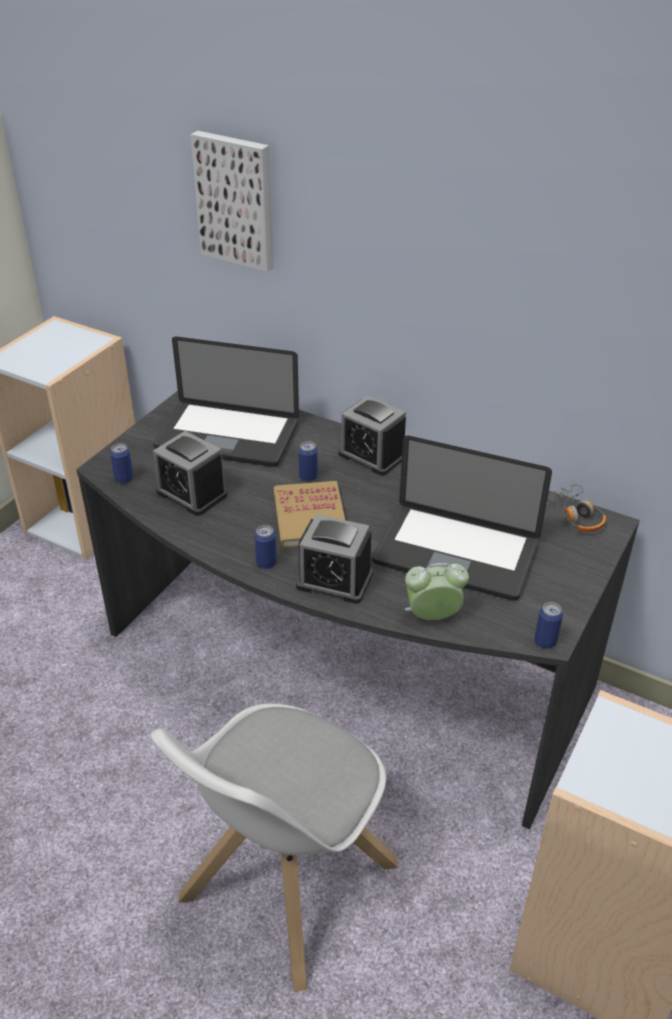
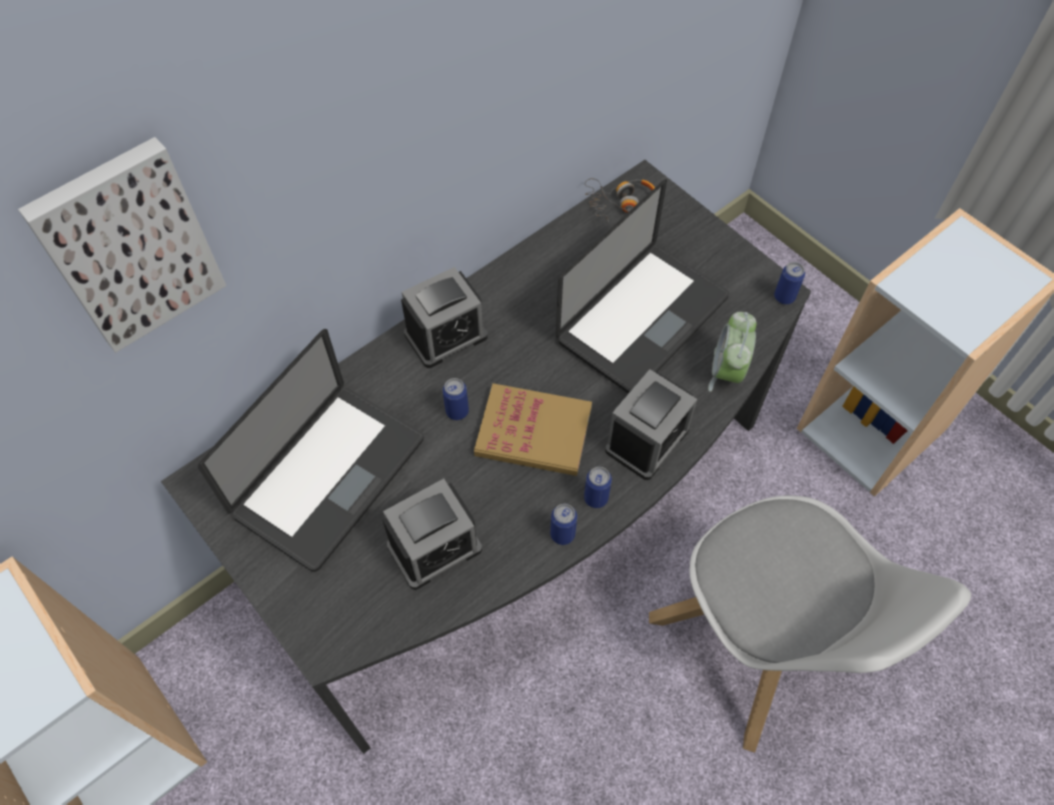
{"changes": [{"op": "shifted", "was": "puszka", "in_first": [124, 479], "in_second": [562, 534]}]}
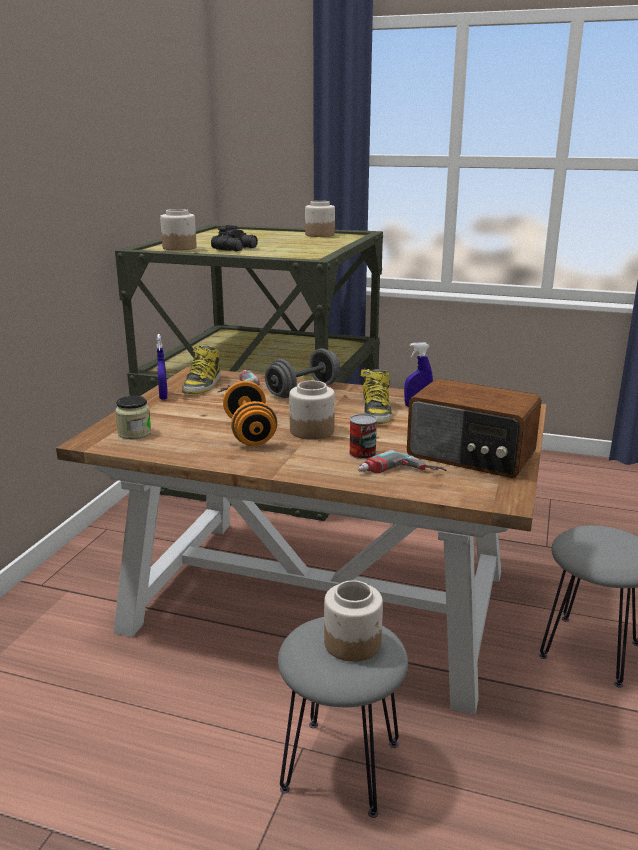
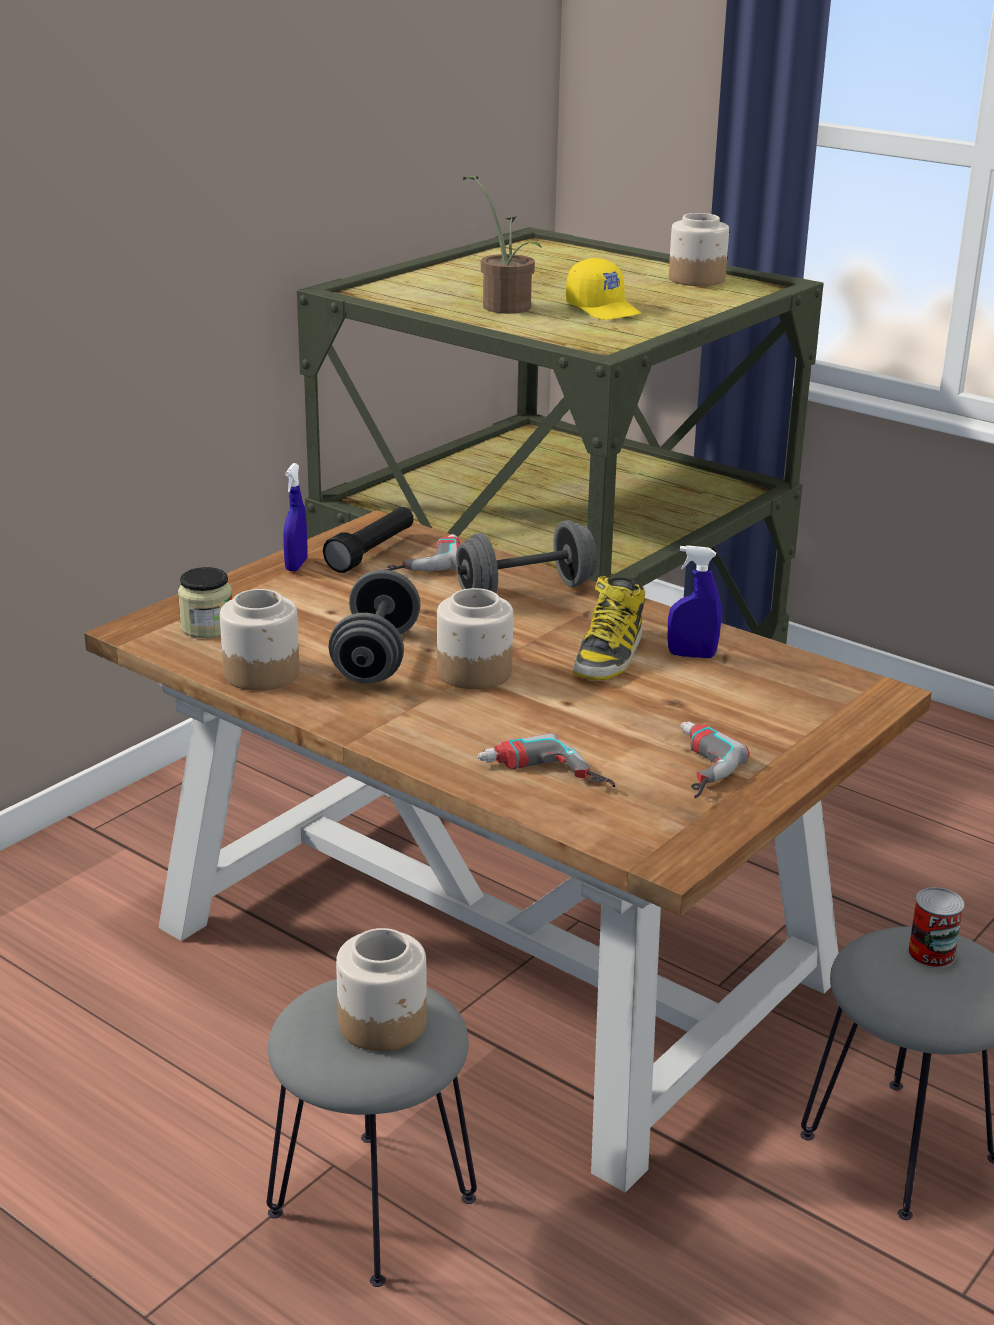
{"changes": [{"op": "shifted", "was": "słoik", "in_first": [179, 248], "in_second": [262, 673]}, {"op": "swapped", "was": "lornetka (czarny)", "now": "roślina doniczkowa", "in_first": [236, 248], "in_second": [503, 305]}, {"op": "swapped", "was": "but z cholewką", "now": "latarka (czarny)", "in_first": [202, 385], "in_second": [372, 552]}, {"op": "swapped", "was": "radio", "now": "wiertarka", "in_first": [471, 455], "in_second": [690, 767]}, {"op": "repainted", "was": "hantel (pomarańczowy)", "now": "hantel (szary)", "in_first": [249, 432], "in_second": [376, 657]}, {"op": "shifted", "was": "puszka", "in_first": [362, 453], "in_second": [931, 954]}, {"op": "new", "now": "czapka z daszkiem (żółty)", "in_second": [603, 309]}]}
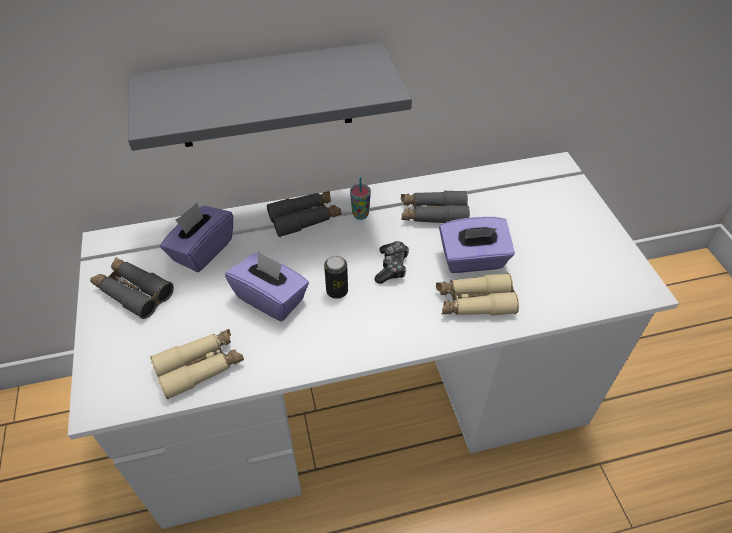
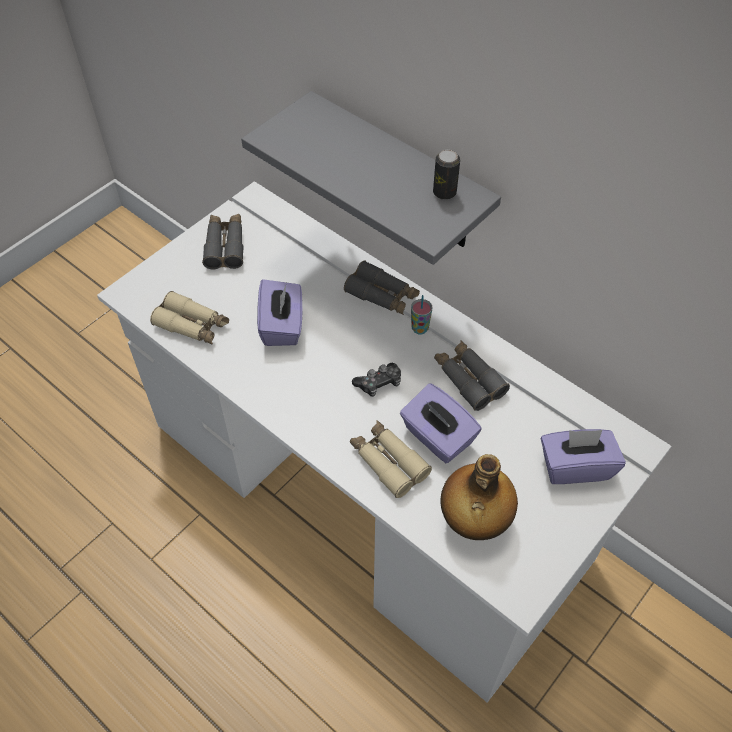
{"changes": [{"op": "shifted", "was": "pudełko chusteczek (fioletowy)", "in_first": [202, 250], "in_second": [575, 466]}, {"op": "shifted", "was": "puszka", "in_first": [337, 291], "in_second": [444, 192]}, {"op": "new", "now": "butelka", "in_second": [473, 521]}]}
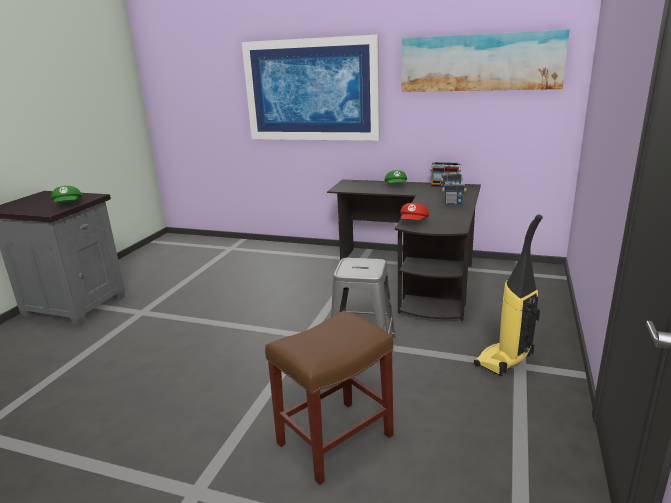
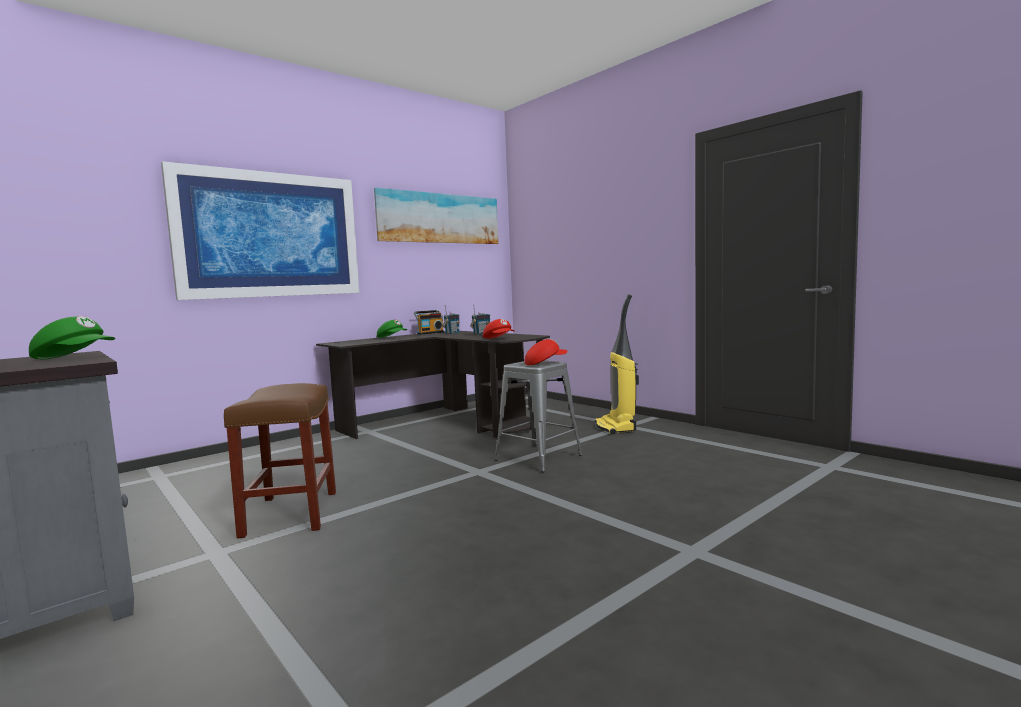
{"changes": [{"op": "shifted", "was": "stołek (brązowy)", "in_first": [334, 440], "in_second": [291, 514]}, {"op": "new", "now": "czapka z daszkiem (czerwony)", "in_second": [545, 363]}]}
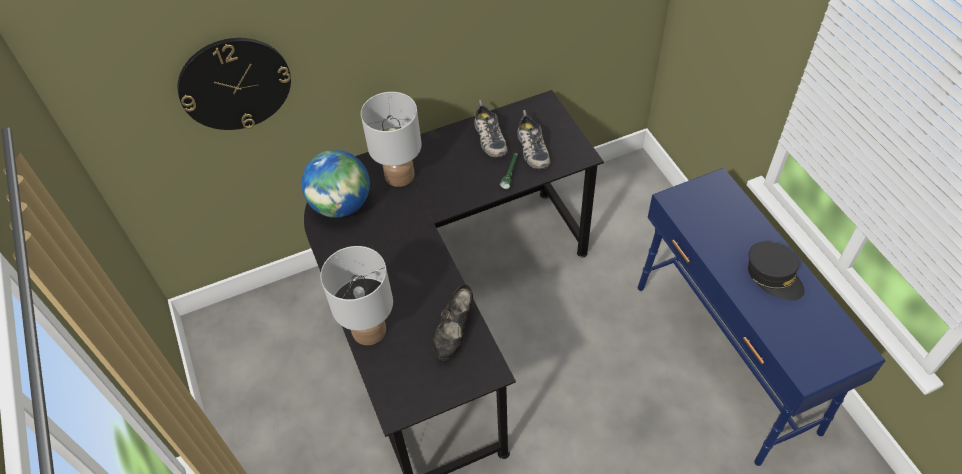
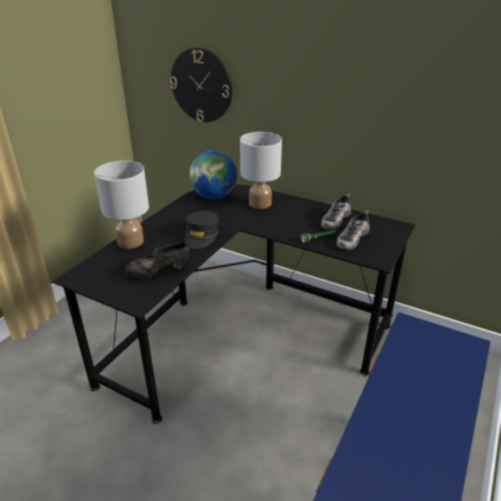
{"changes": [{"op": "shifted", "was": "czapka z daszkiem (czarny)", "in_first": [773, 276], "in_second": [201, 236]}]}
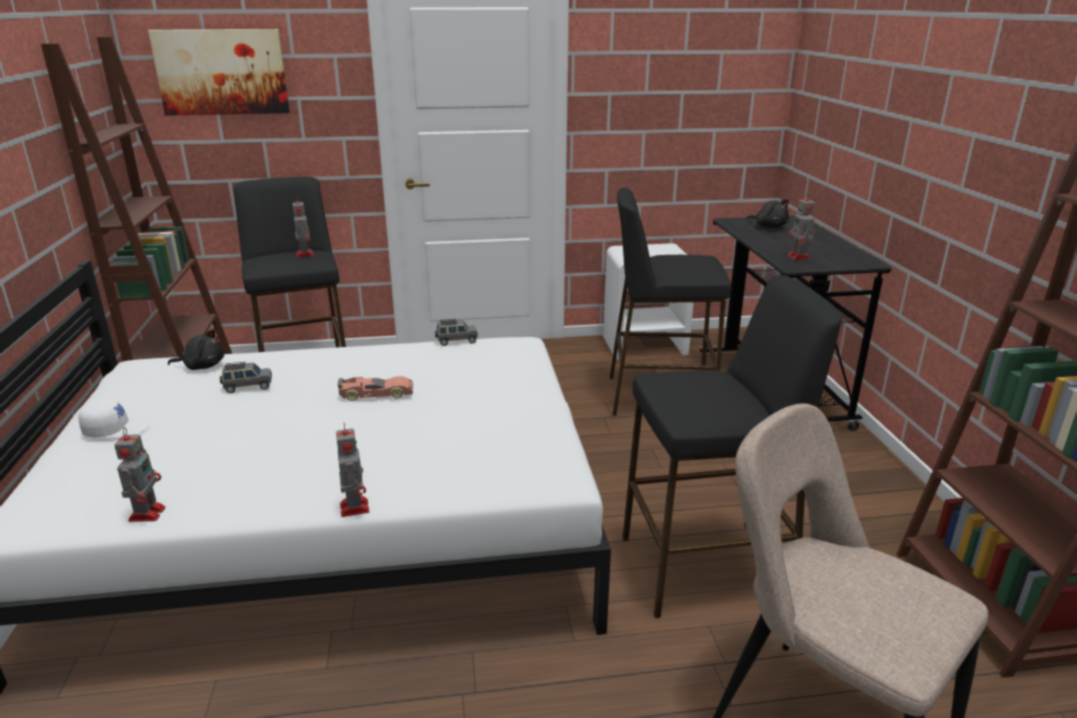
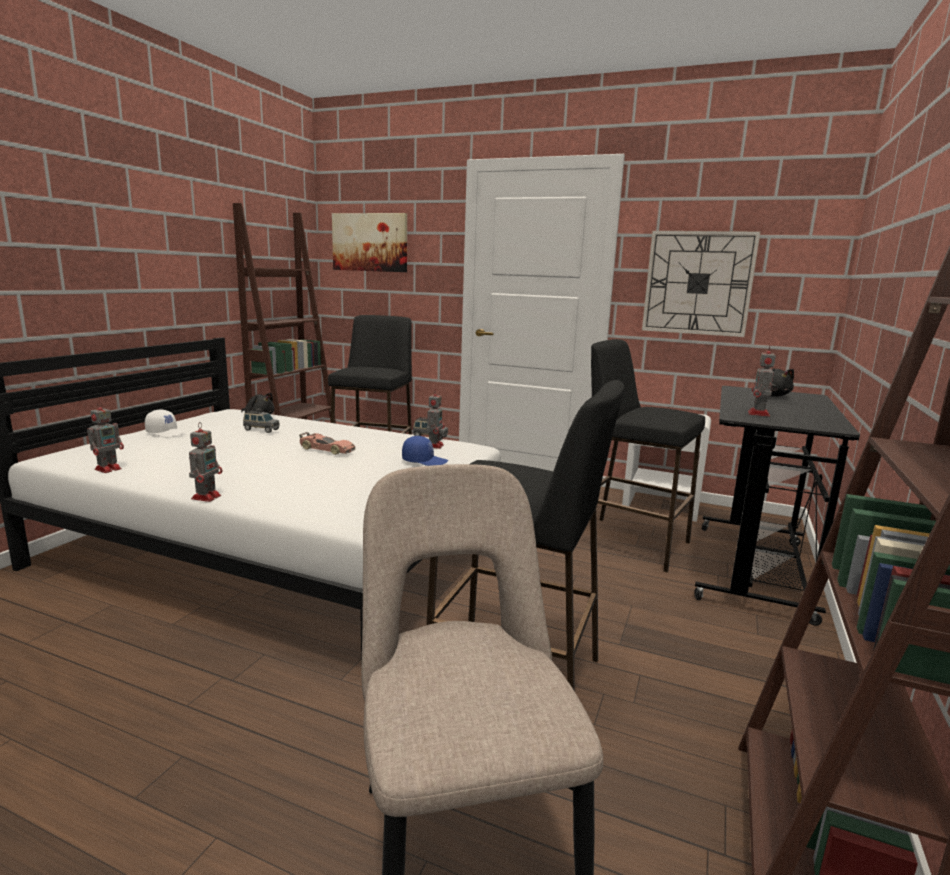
{"changes": [{"op": "shifted", "was": "robot zabawkowy", "in_first": [304, 254], "in_second": [434, 445]}, {"op": "new", "now": "zegar ścienny", "in_second": [698, 283]}, {"op": "new", "now": "czapka z daszkiem (niebieski)", "in_second": [424, 461]}]}
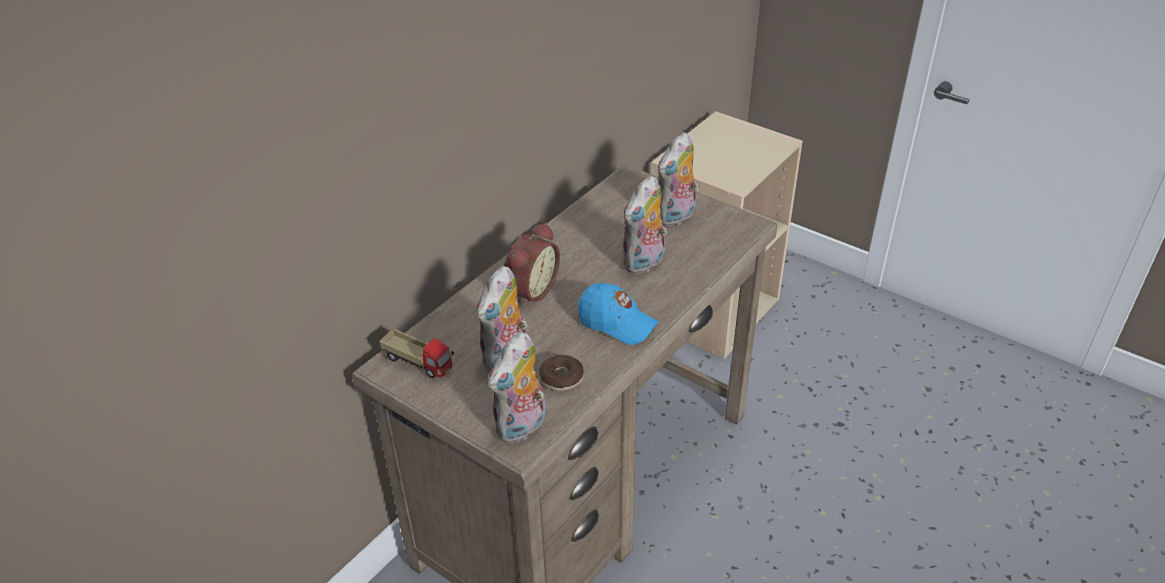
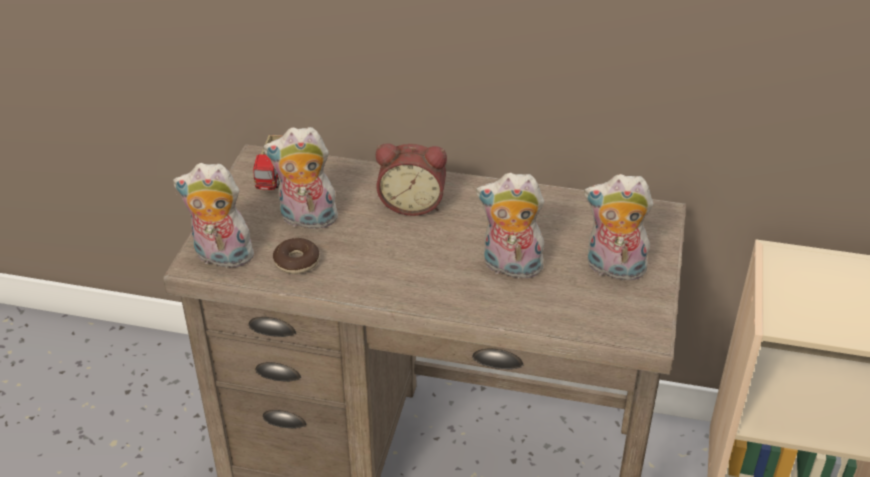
{"changes": [{"op": "gone", "was": "czapka z daszkiem (niebieski)", "in_first": [617, 323]}]}
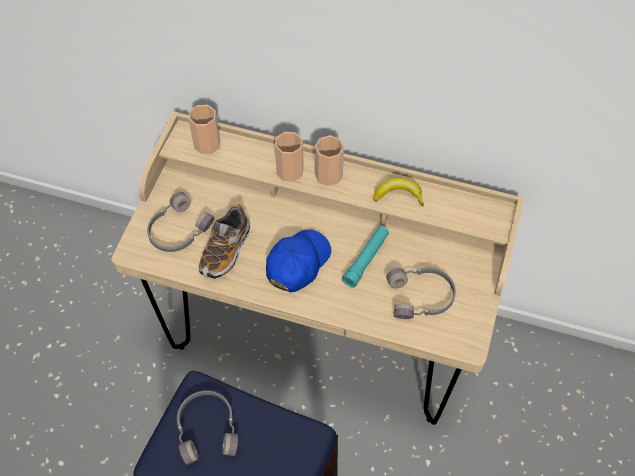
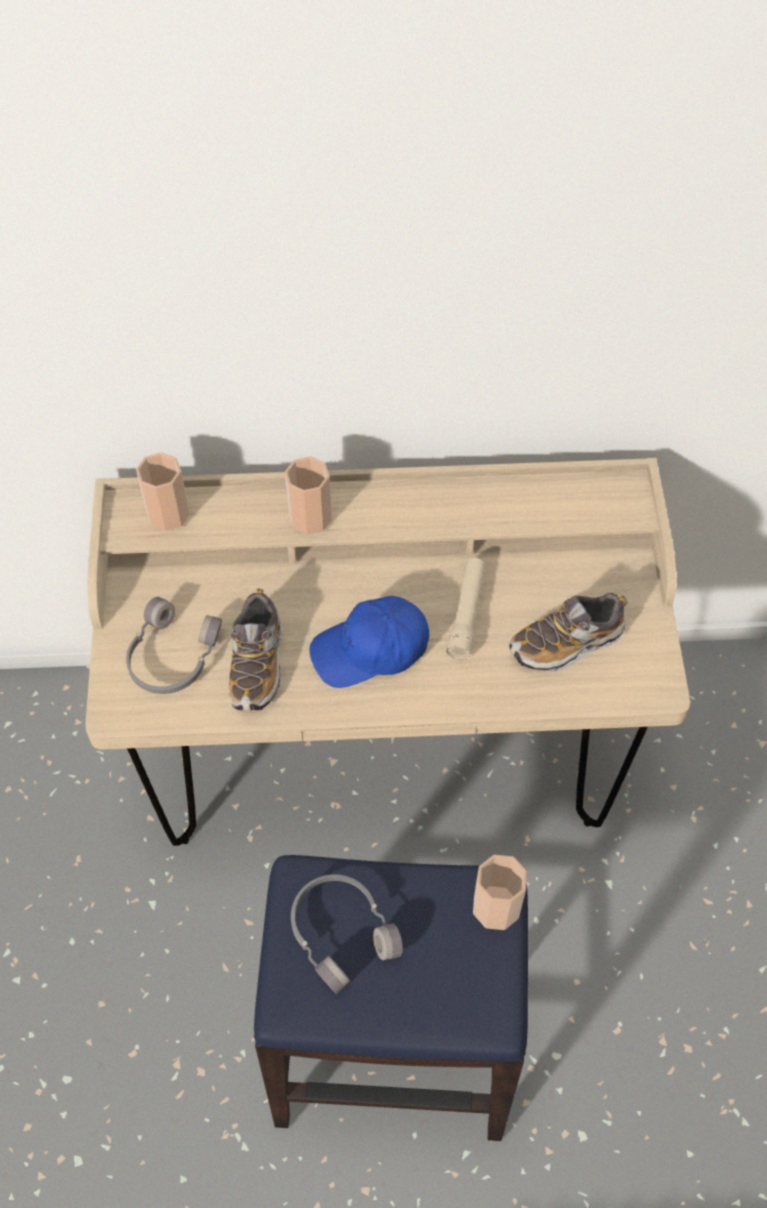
{"changes": [{"op": "shifted", "was": "filiżanka", "in_first": [328, 175], "in_second": [496, 907]}, {"op": "gone", "was": "banan", "in_first": [398, 195]}, {"op": "repainted", "was": "latarka (turkusowy)", "now": "latarka (beżowy)", "in_first": [366, 259], "in_second": [466, 613]}, {"op": "rotated", "was": "czapka z daszkiem (niebieski)", "in_first": [297, 263], "in_second": [371, 650], "clockwise": -120}, {"op": "swapped", "was": "słuchawki (szary)", "now": "but", "in_first": [421, 297], "in_second": [566, 643]}]}
